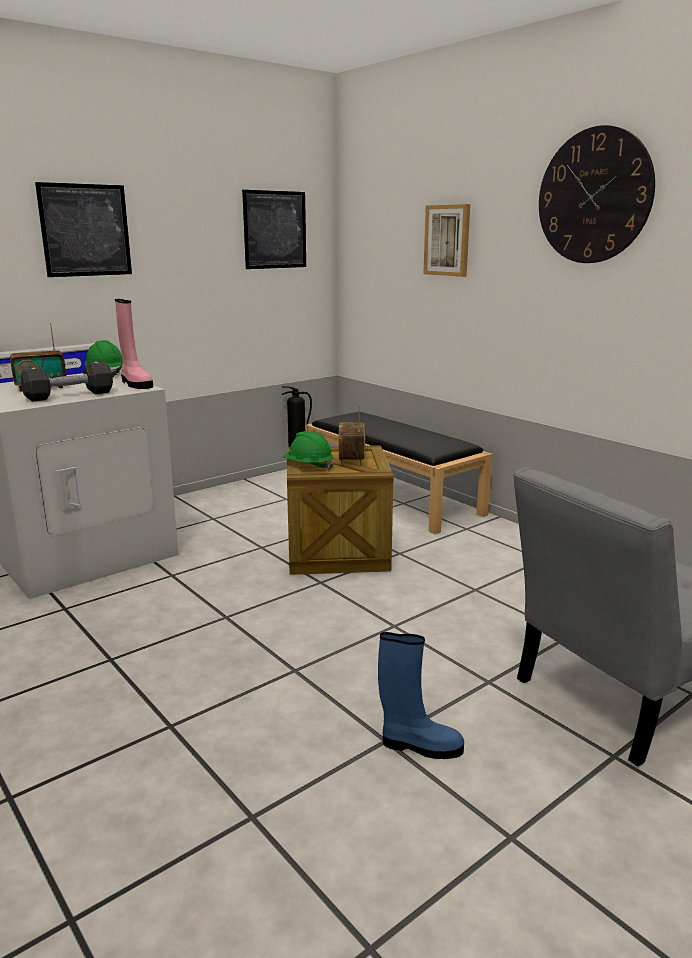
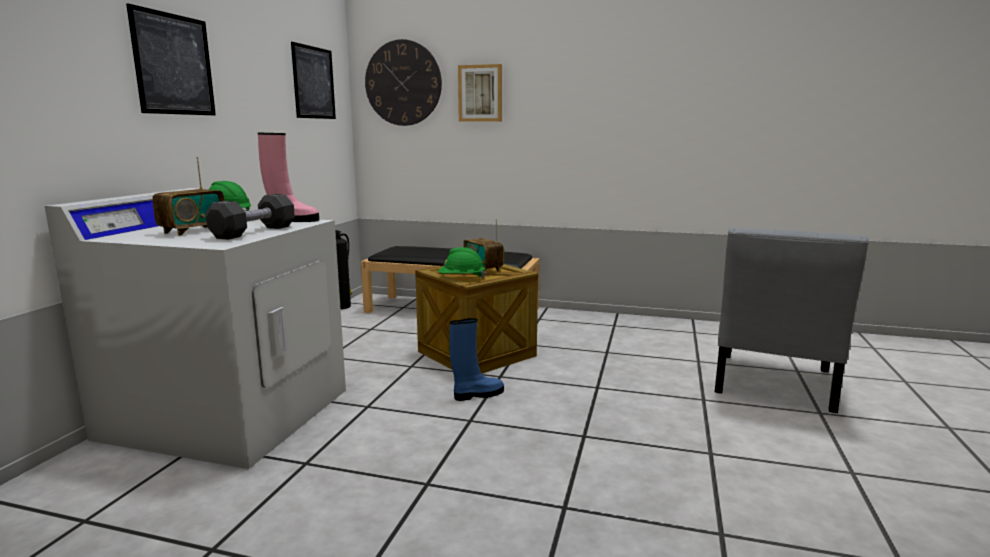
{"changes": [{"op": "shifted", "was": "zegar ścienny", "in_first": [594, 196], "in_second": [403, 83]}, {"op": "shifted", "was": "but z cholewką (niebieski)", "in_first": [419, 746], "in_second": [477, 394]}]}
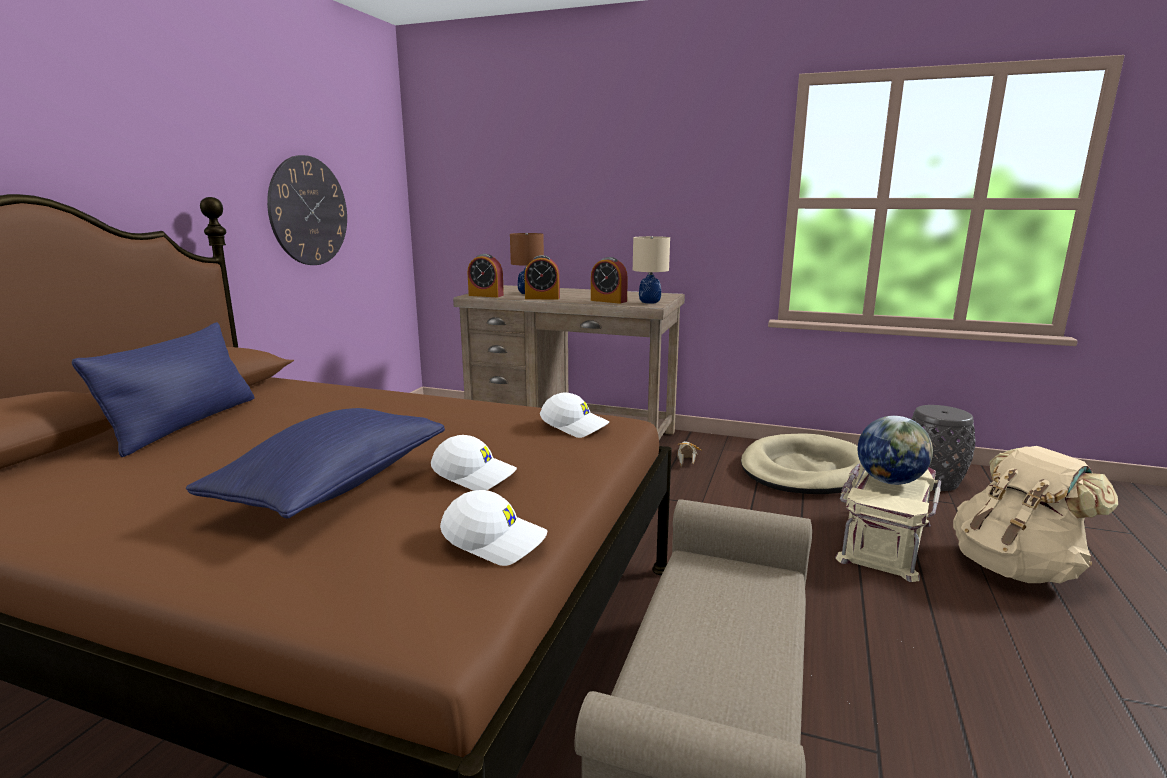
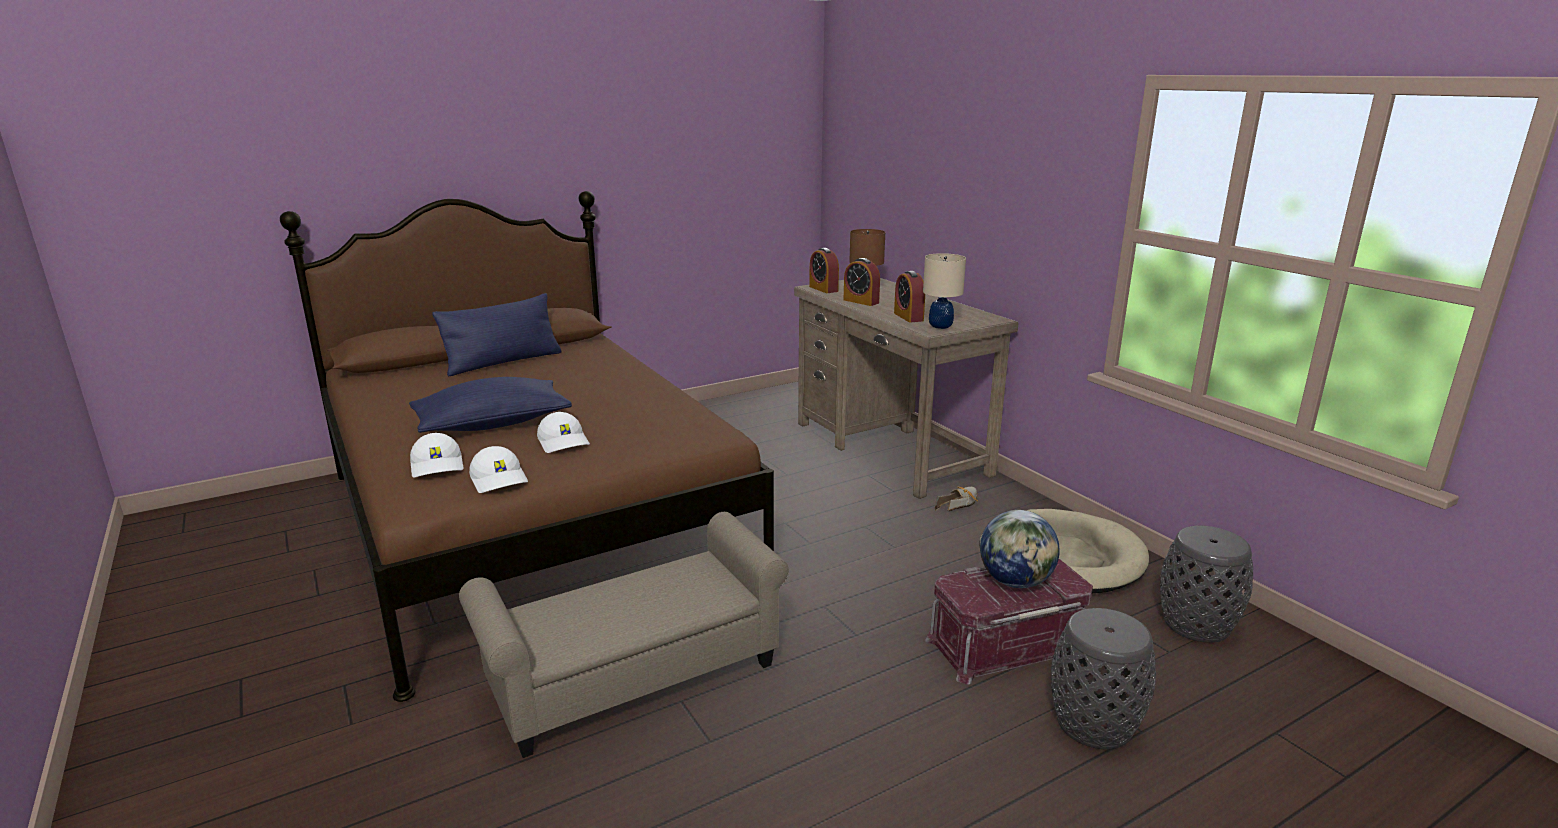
{"changes": [{"op": "gone", "was": "zegar ścienny", "in_first": [308, 211]}, {"op": "shifted", "was": "czapka z daszkiem (biały)", "in_first": [575, 426], "in_second": [438, 466]}, {"op": "swapped", "was": "plecak (beżowy)", "now": "stołek (szary)", "in_first": [1015, 568], "in_second": [1094, 724]}, {"op": "repainted", "was": "pojemnik do przechowywania (beżowy)", "now": "pojemnik do przechowywania (czerwony)", "in_first": [882, 540], "in_second": [1005, 643]}]}
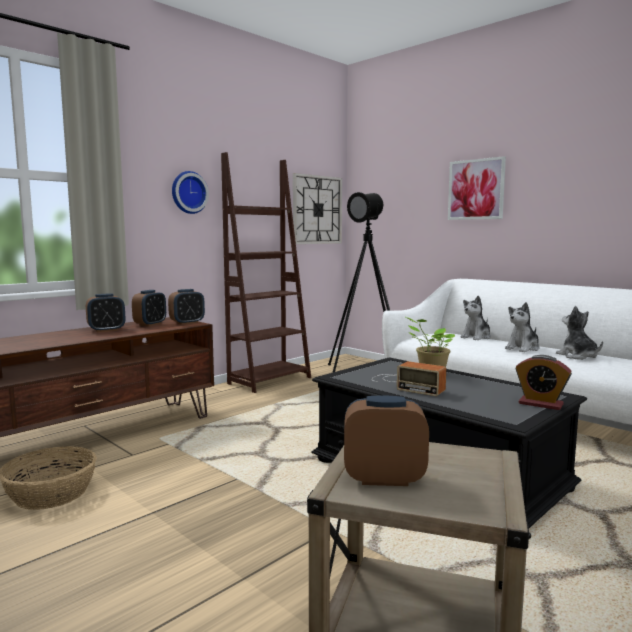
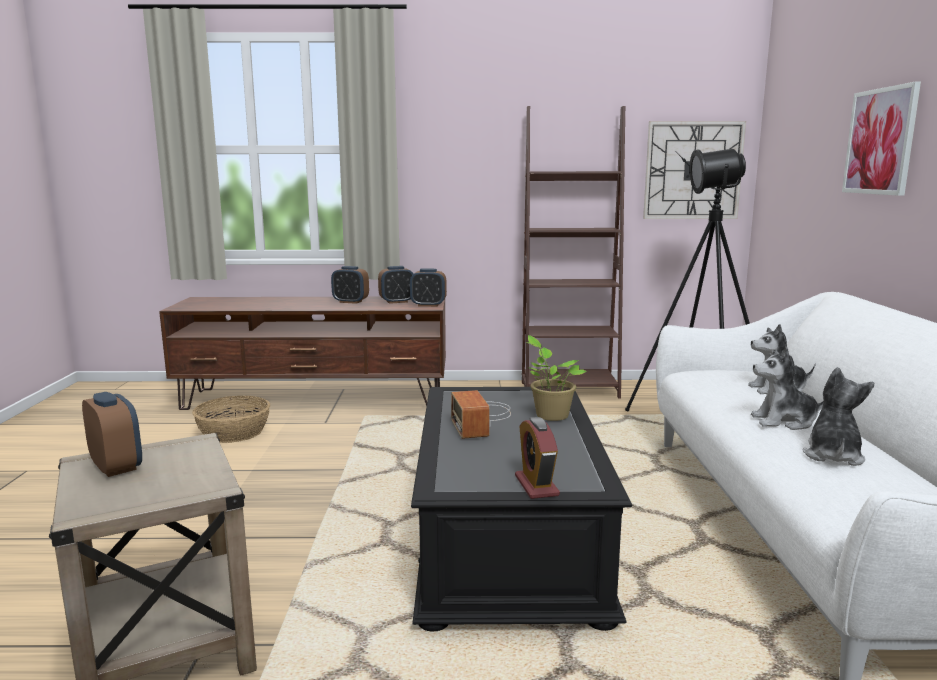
{"changes": [{"op": "gone", "was": "zegar ścienny", "in_first": [188, 192]}]}
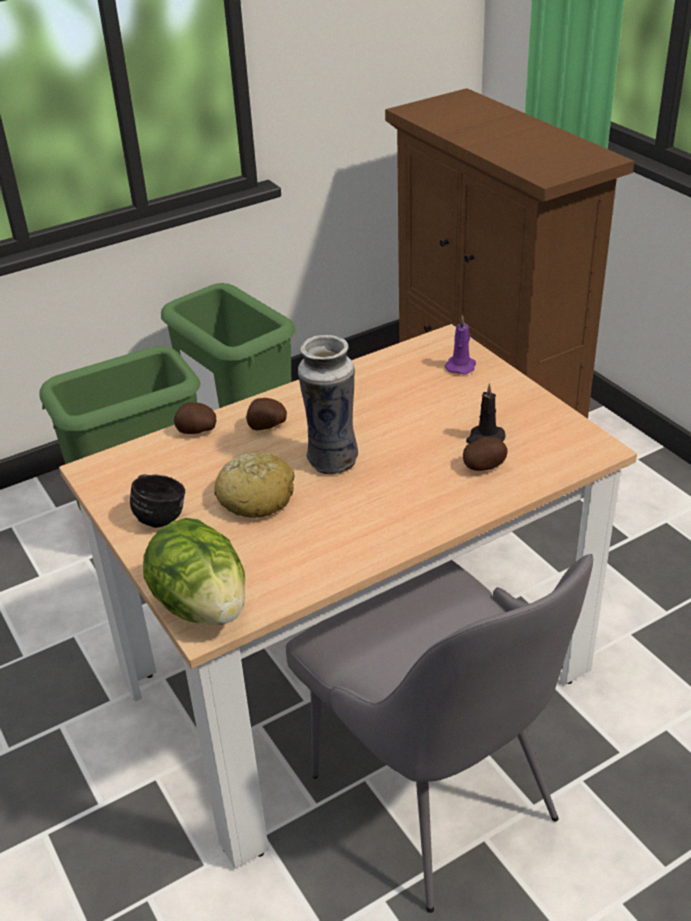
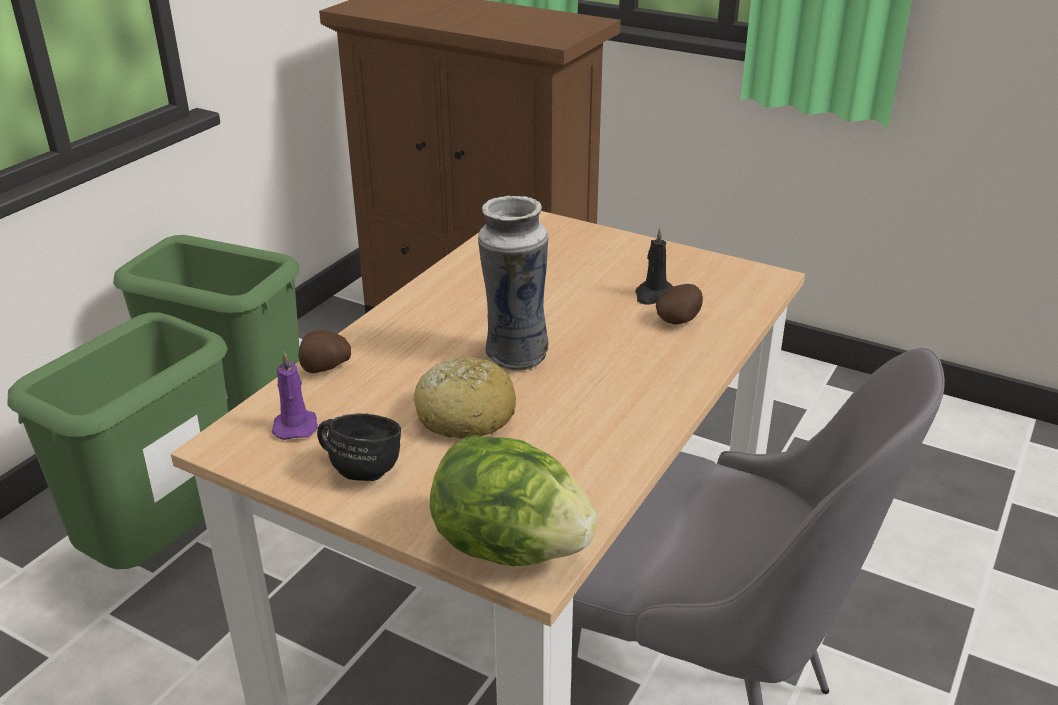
{"changes": [{"op": "shifted", "was": "świeca (fioletowy)", "in_first": [461, 366], "in_second": [295, 425]}, {"op": "gone", "was": "ziemniak", "in_first": [267, 426]}]}
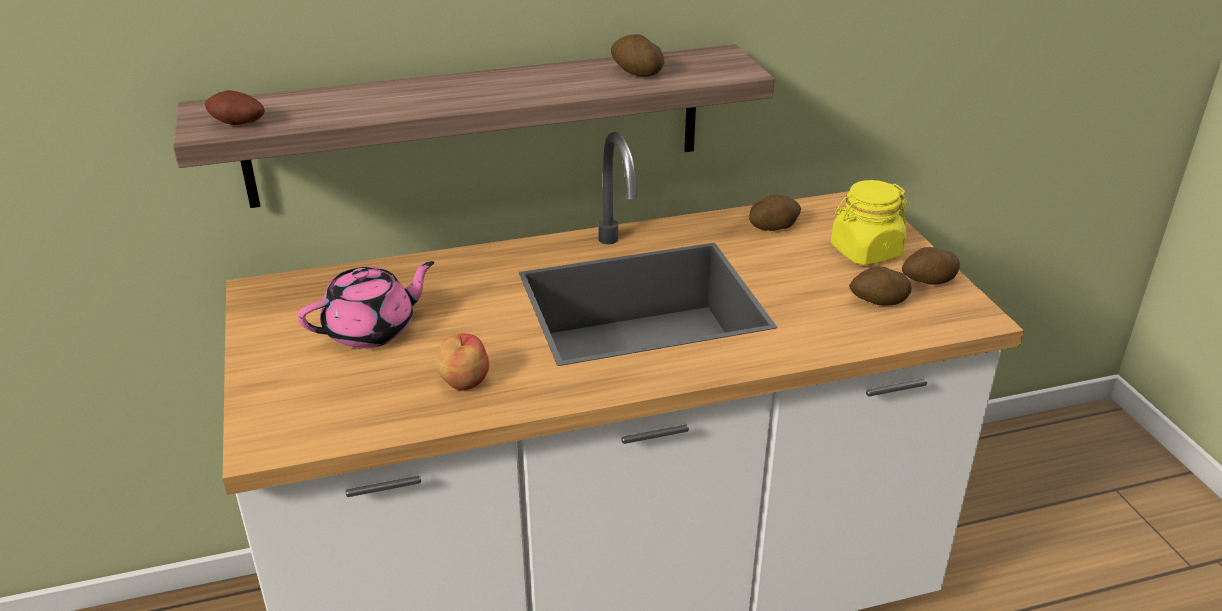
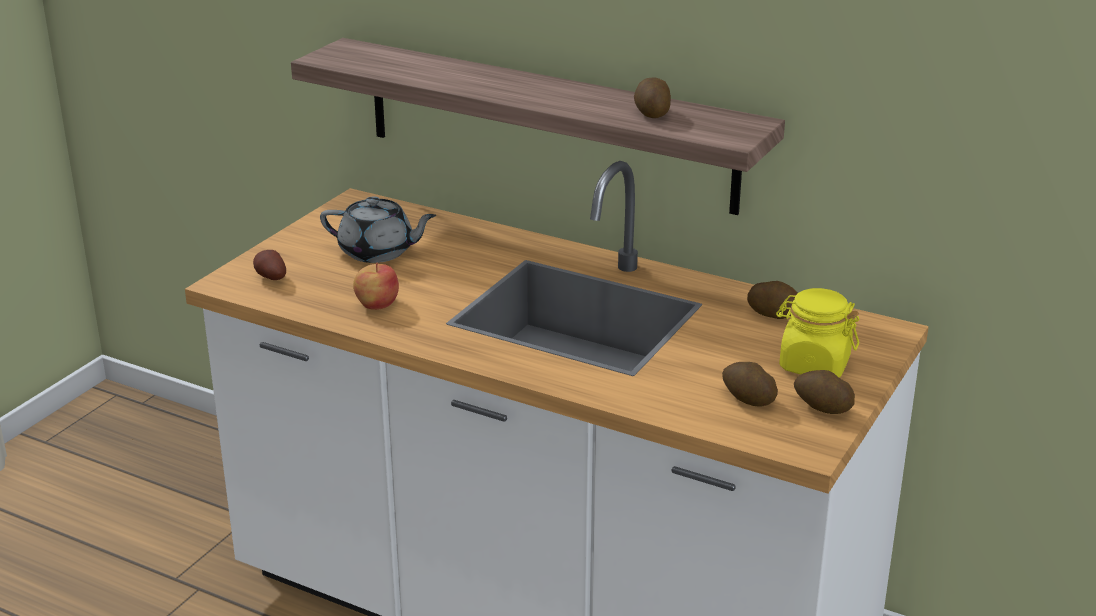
{"changes": [{"op": "shifted", "was": "ziemniak", "in_first": [237, 125], "in_second": [270, 278]}, {"op": "repainted", "was": "imbryk (różowy)", "now": "imbryk (szary)", "in_first": [372, 330], "in_second": [378, 252]}]}
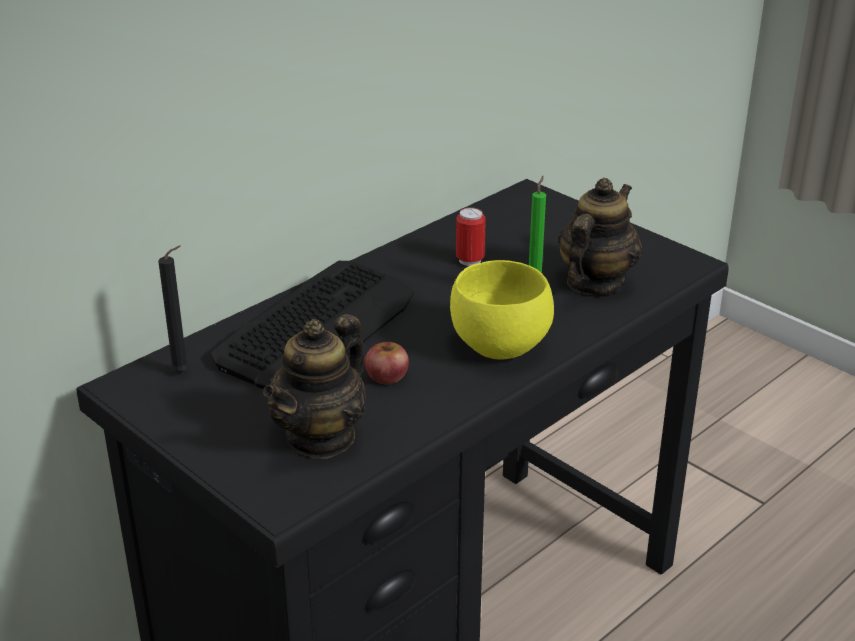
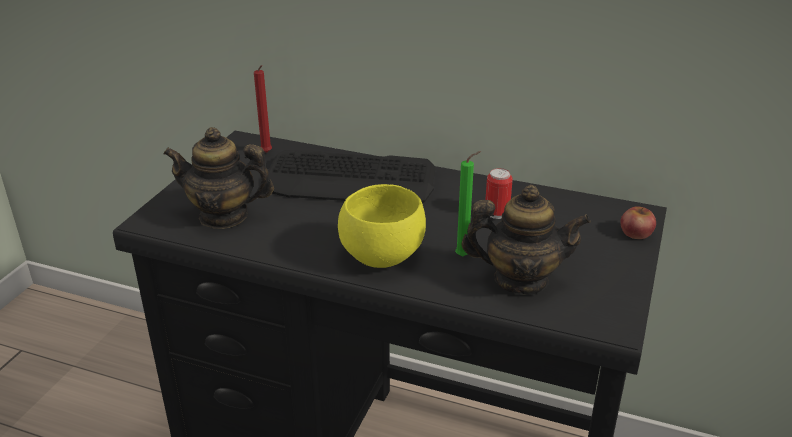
{"changes": [{"op": "repainted", "was": "świeca (czarny)", "now": "świeca (czerwony)", "in_first": [183, 372], "in_second": [267, 153]}, {"op": "shifted", "was": "jabłko", "in_first": [387, 375], "in_second": [636, 233]}]}
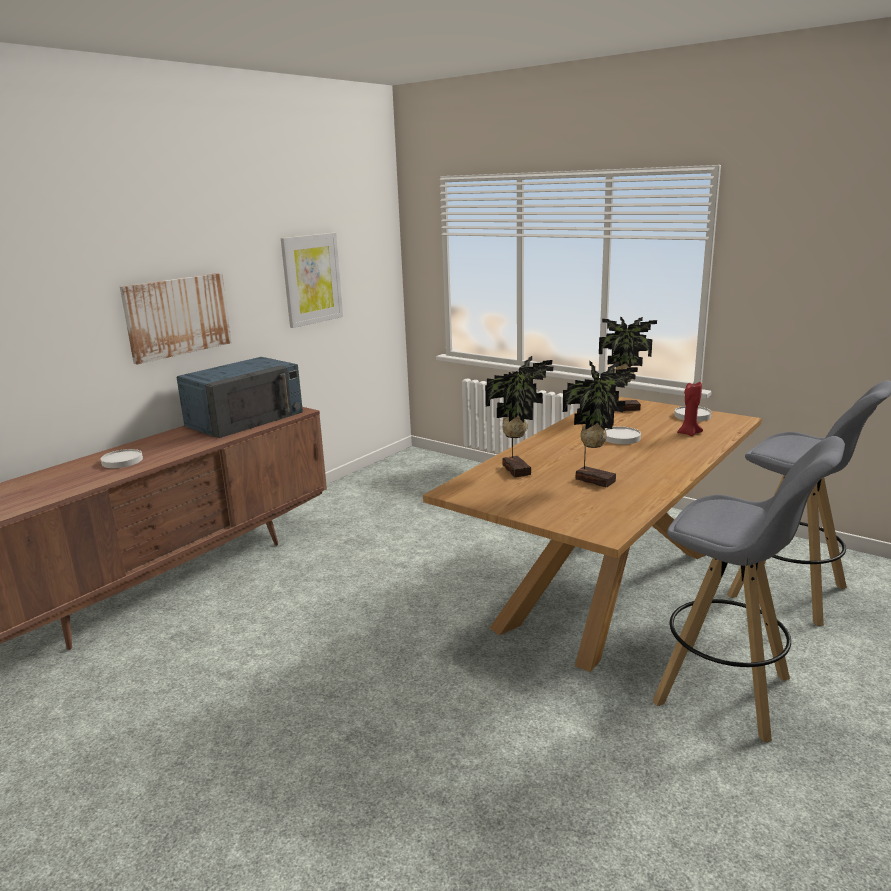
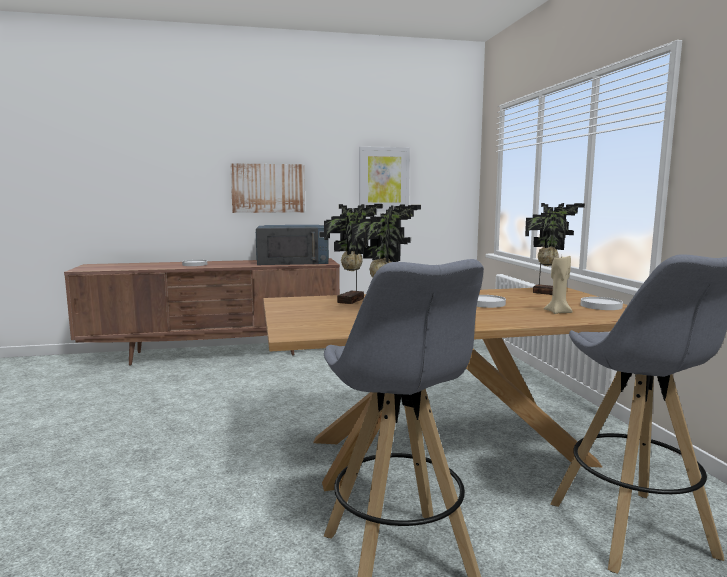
{"changes": [{"op": "repainted", "was": "świeca (czerwony)", "now": "świeca (beżowy)", "in_first": [689, 433], "in_second": [558, 312]}]}
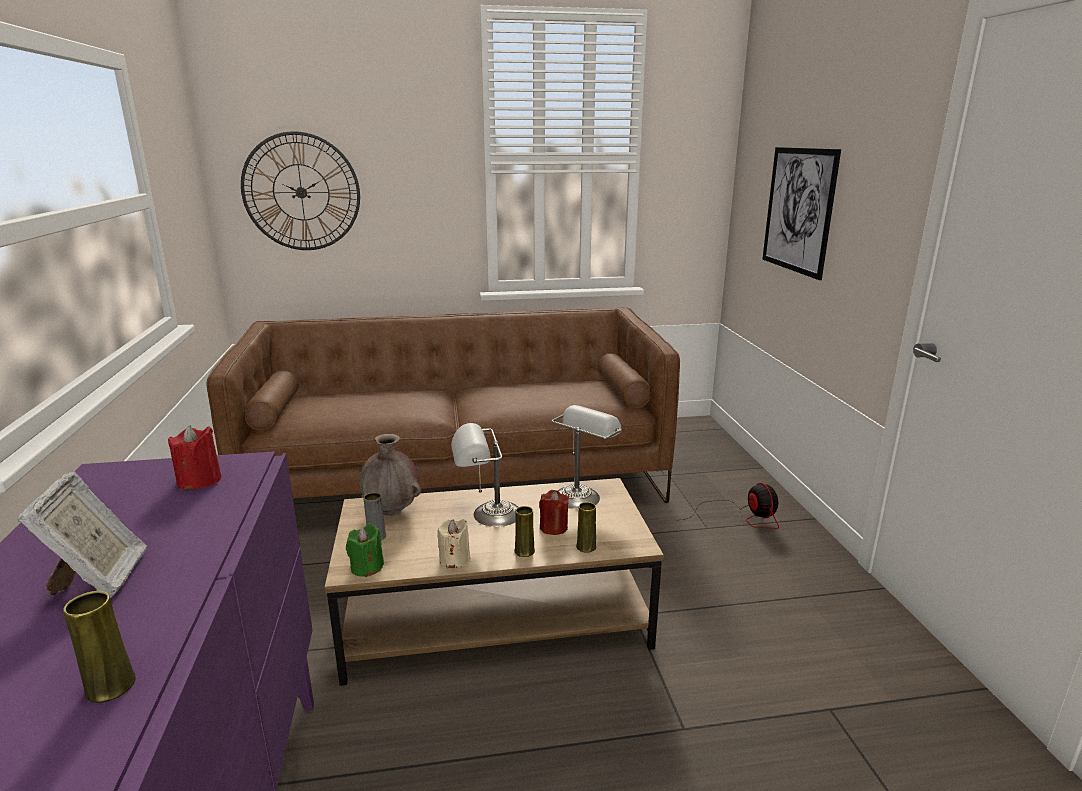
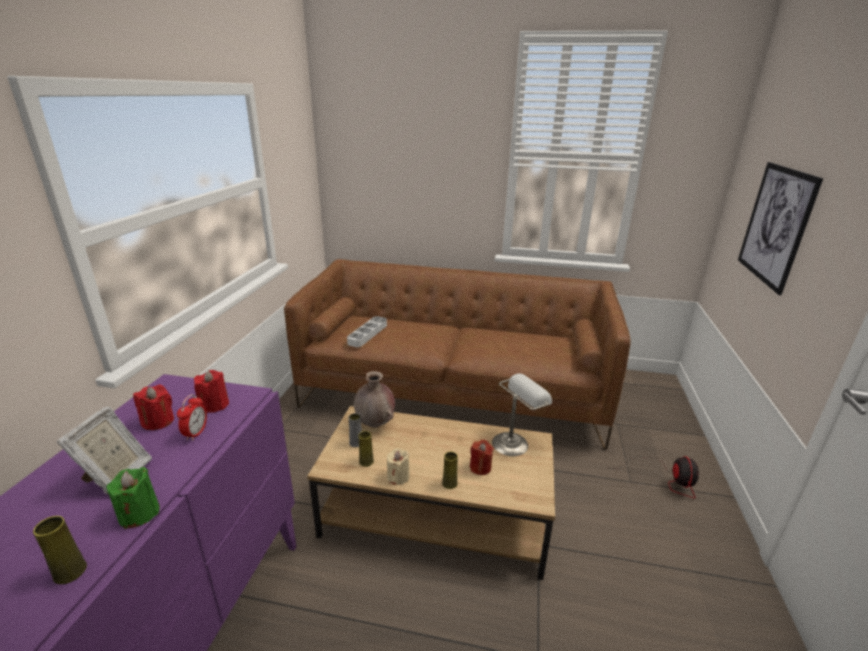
{"changes": [{"op": "gone", "was": "zegar ścienny", "in_first": [301, 192]}, {"op": "gone", "was": "lampa stołowa (biały)", "in_first": [487, 515]}, {"op": "shifted", "was": "wazon (żółty)", "in_first": [586, 547], "in_second": [366, 461]}, {"op": "shifted", "was": "świeca (zielony)", "in_first": [367, 567], "in_second": [139, 513]}, {"op": "new", "now": "taca (szary)", "in_second": [367, 334]}, {"op": "new", "now": "świeca (czerwony)", "in_second": [158, 421]}, {"op": "new", "now": "budzik", "in_second": [196, 433]}]}
